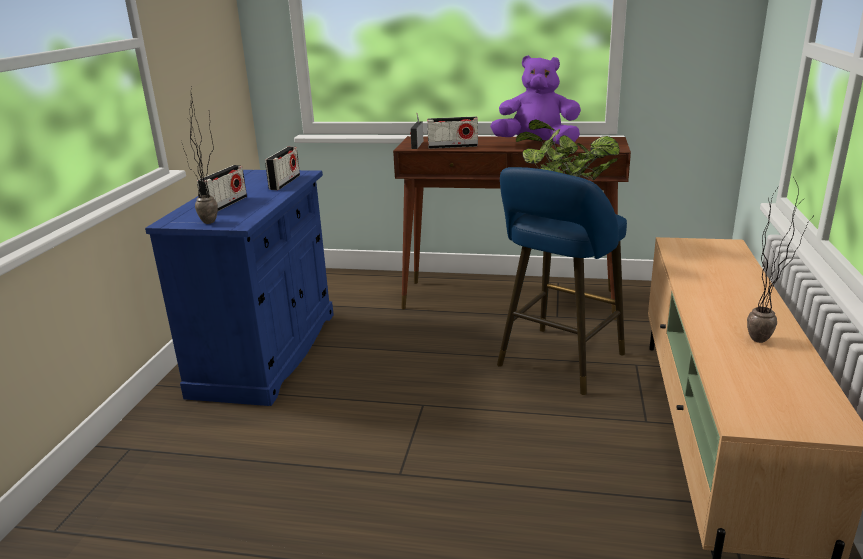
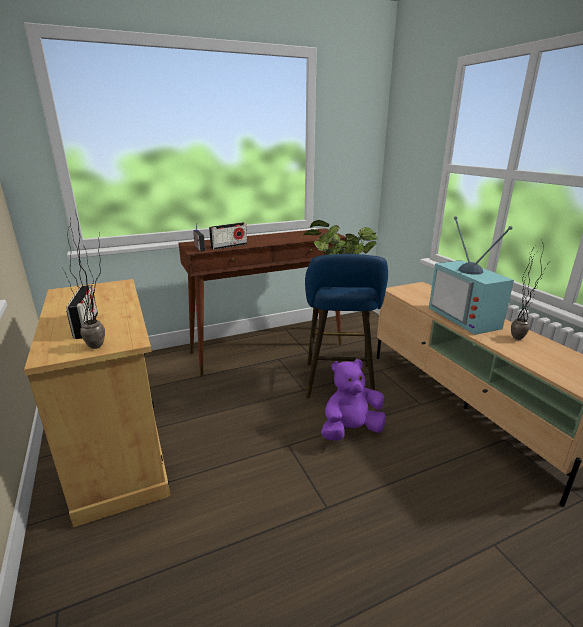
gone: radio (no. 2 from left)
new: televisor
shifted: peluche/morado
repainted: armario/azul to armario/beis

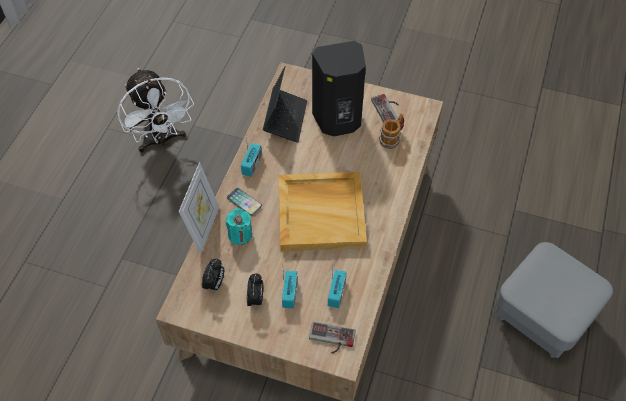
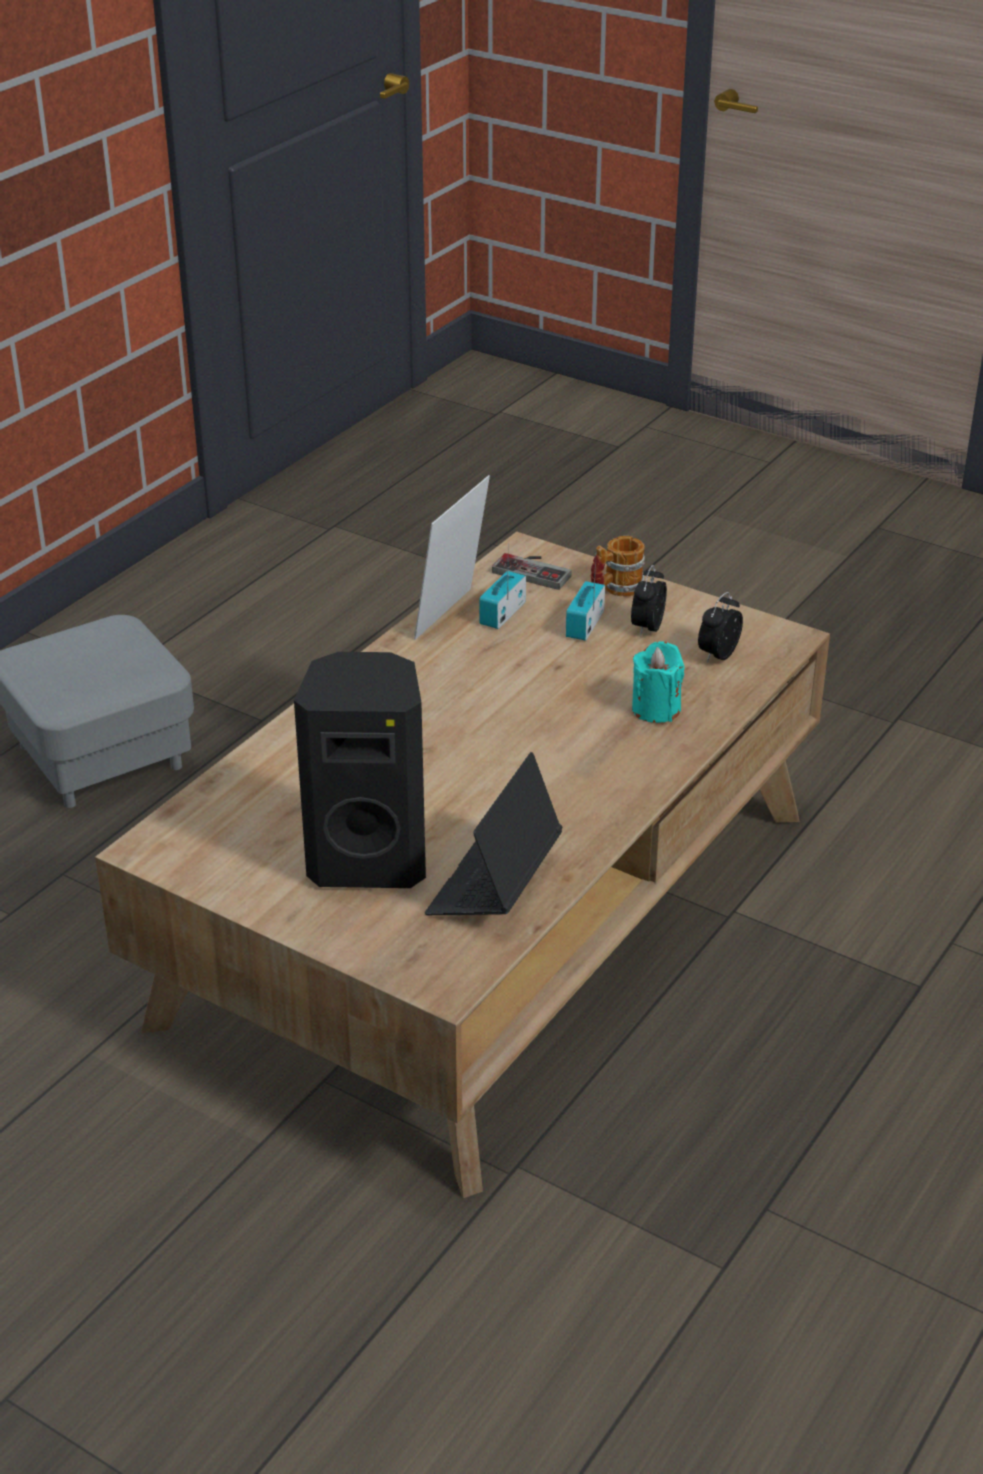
gone: ventilador/blanco; mando de consola (no. 2 from left); radio (no. 1 from left); bandeja/beis; móvil
shifted: taza grande; portarretratos

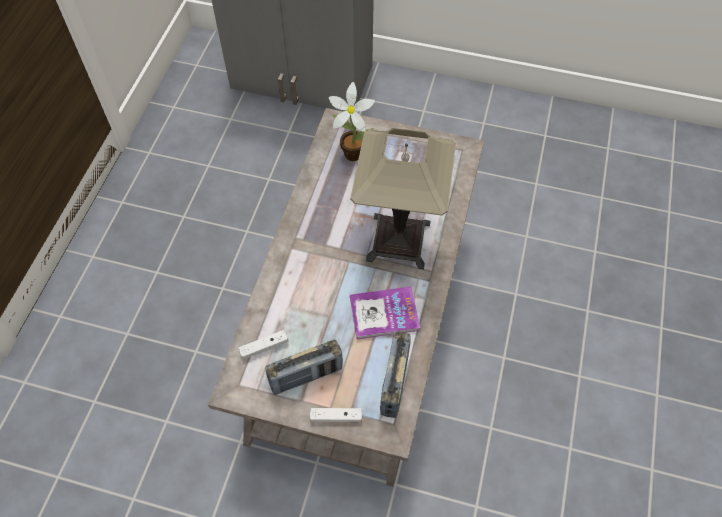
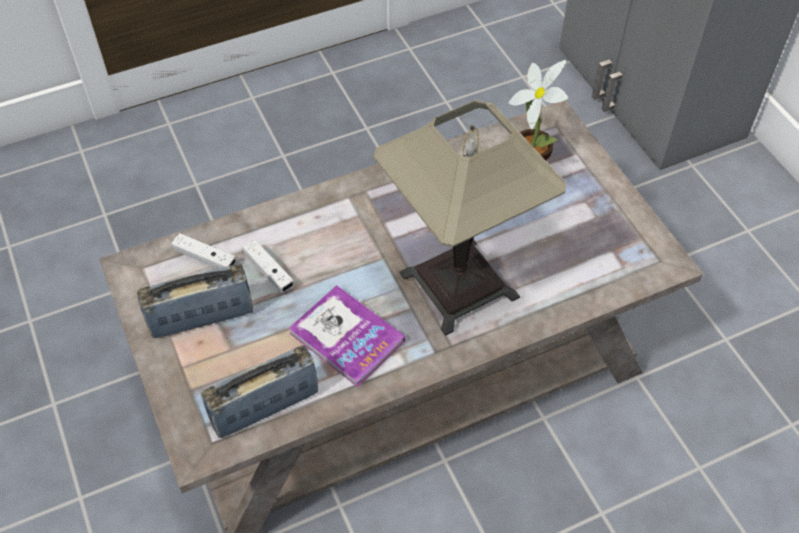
shifted: mando de consola/blanco (no. 2 from left)
rotated: radio (no. 1 from left) 135 degrees clockwise

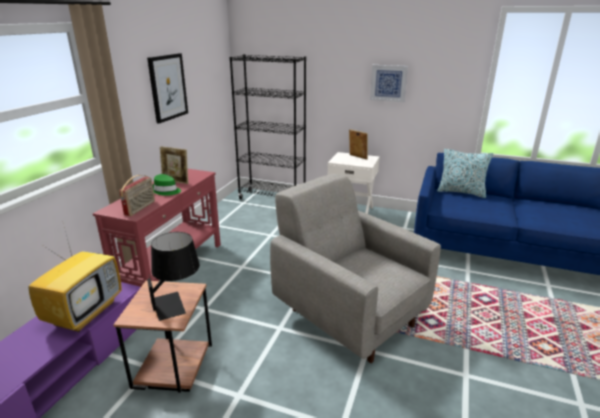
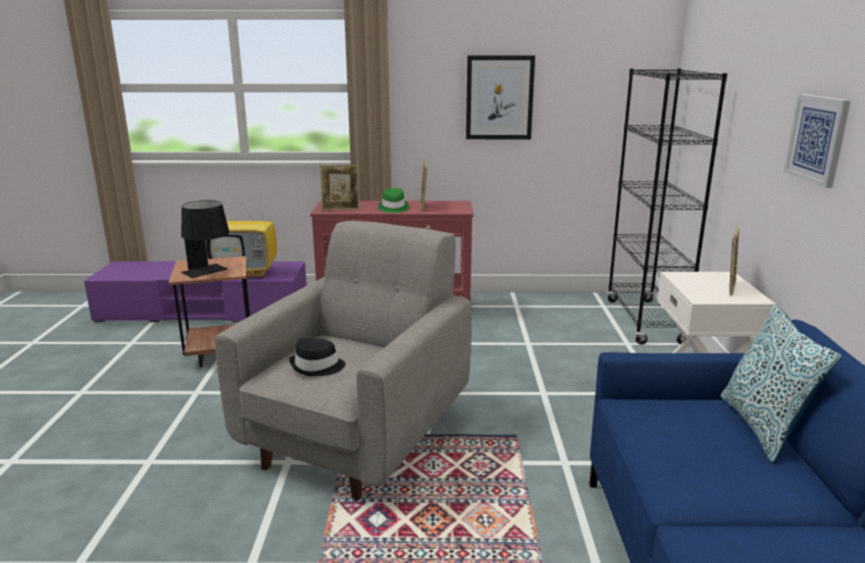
new: sombrero/negro
swapped: radio to portarretratos (no. 1 from left)

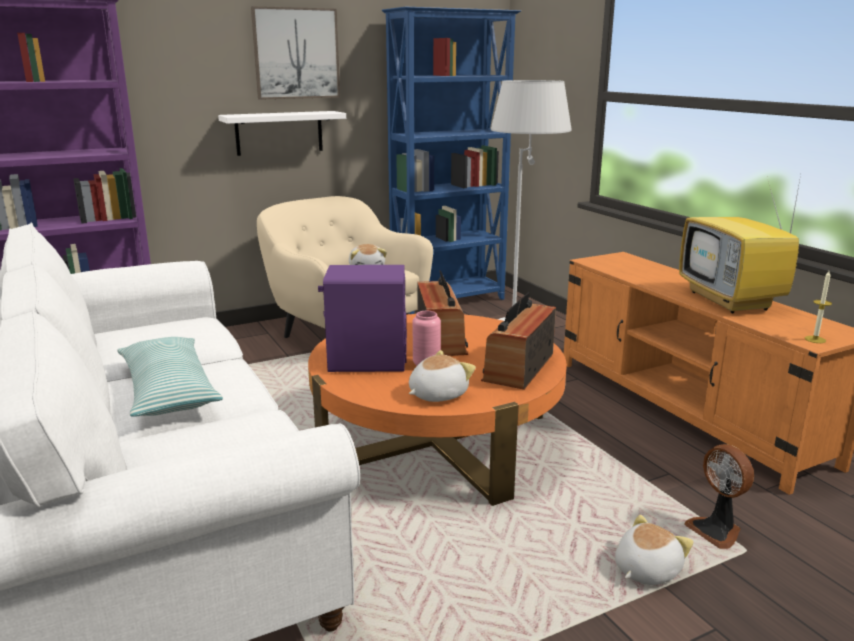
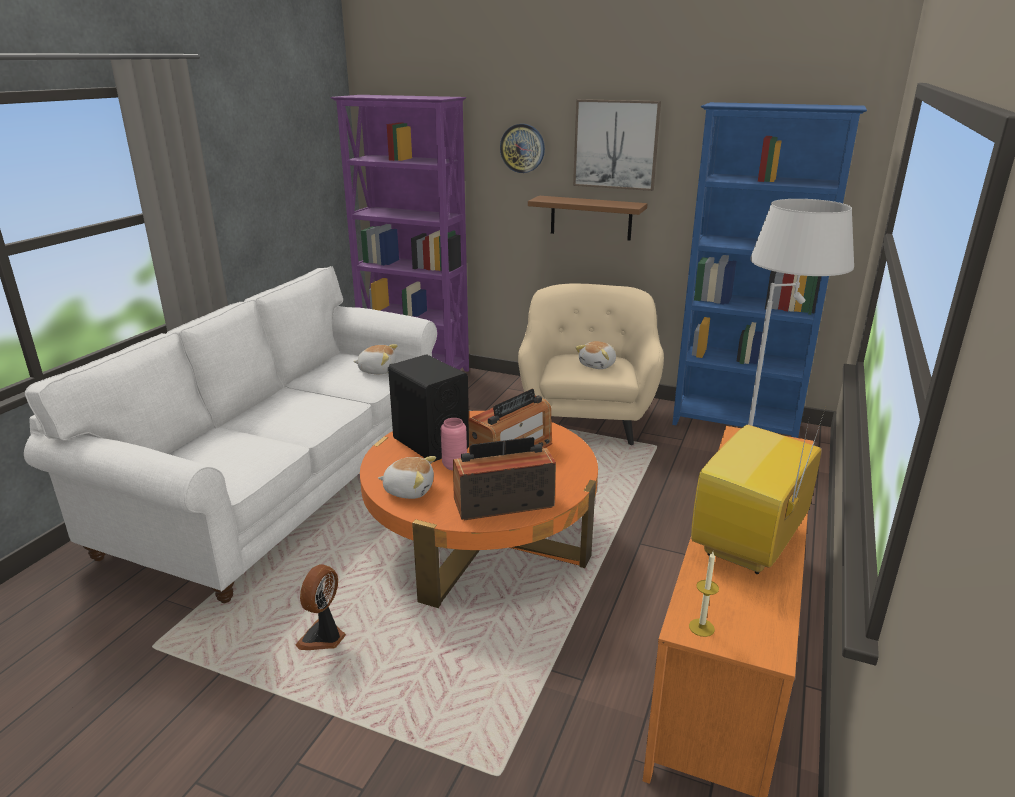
gone: cojín
new: reloj de pared
shifted: ventilador; peluche (no. 3 from left in the first image) to peluche (no. 1 from left)
repainted: estante/blanco to estante/marrón; altavoz/morado to altavoz/negro

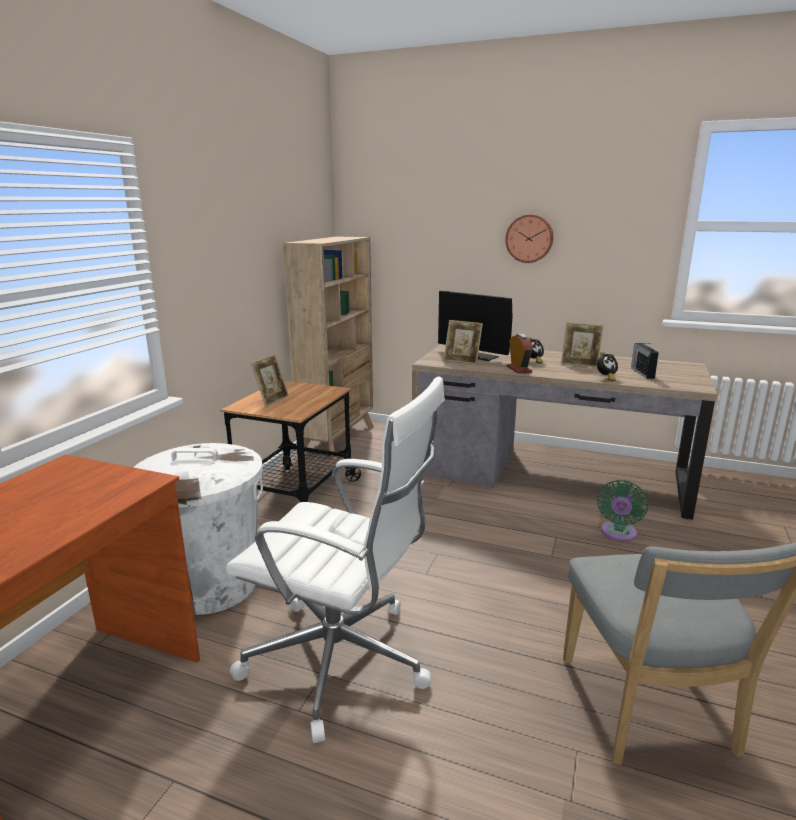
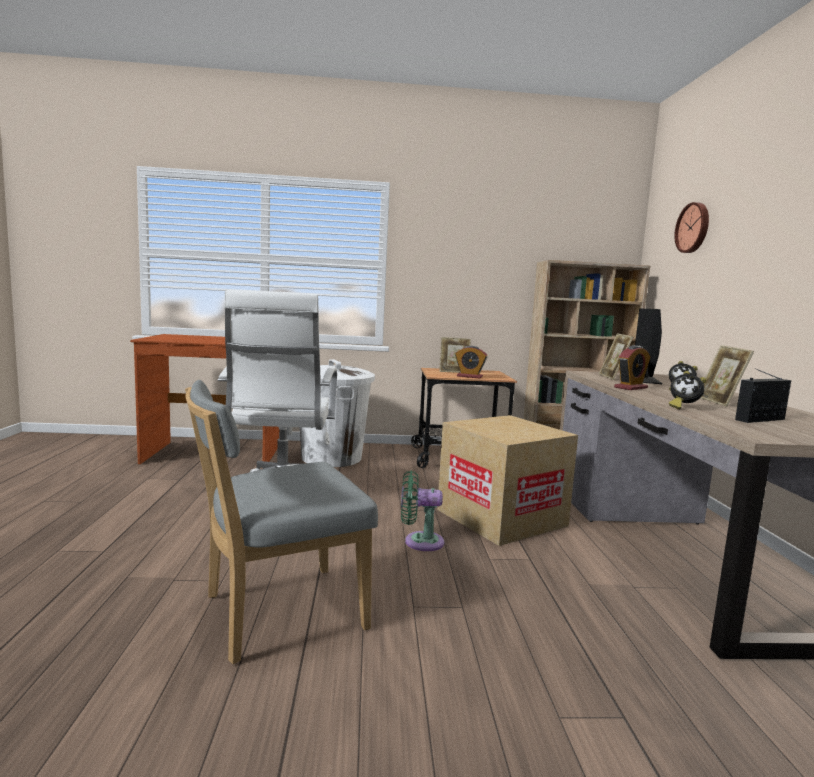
new: despertador (no. 1 from left); caja de cartón
shifted: reloj de pared; ventilador/verde

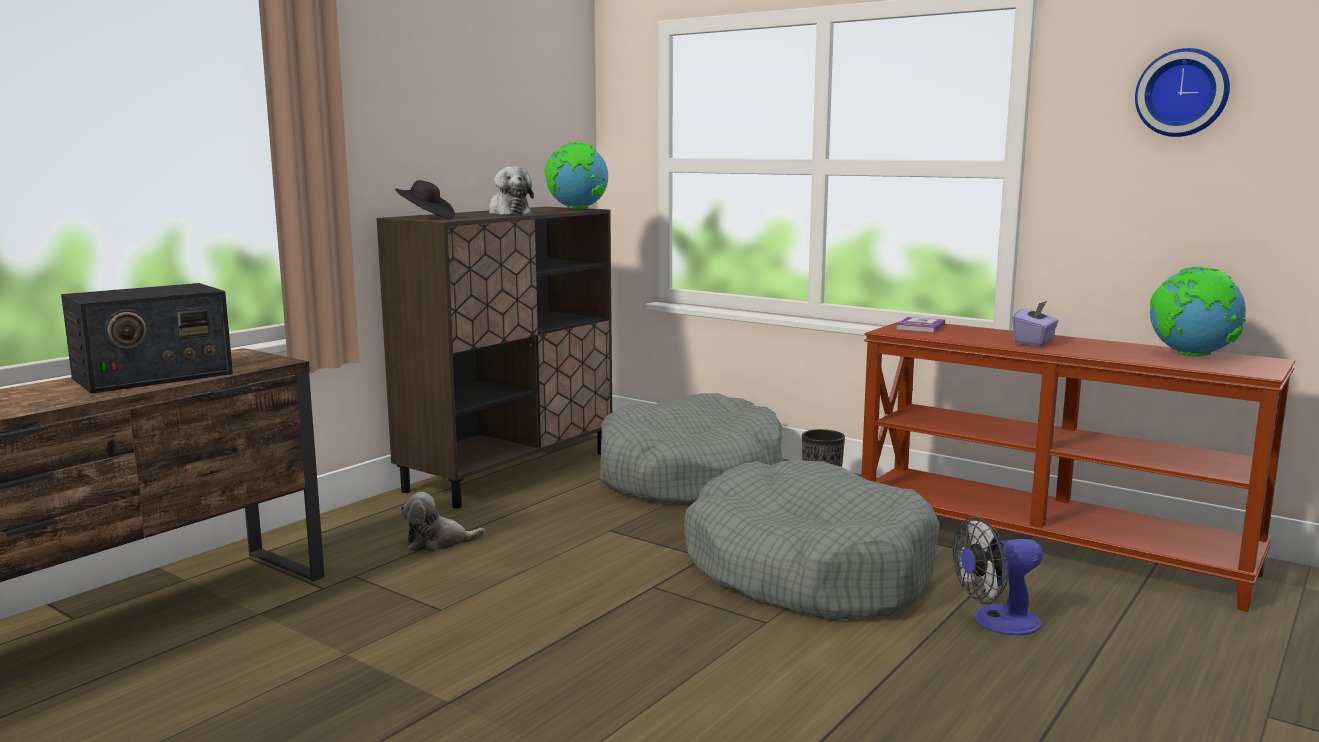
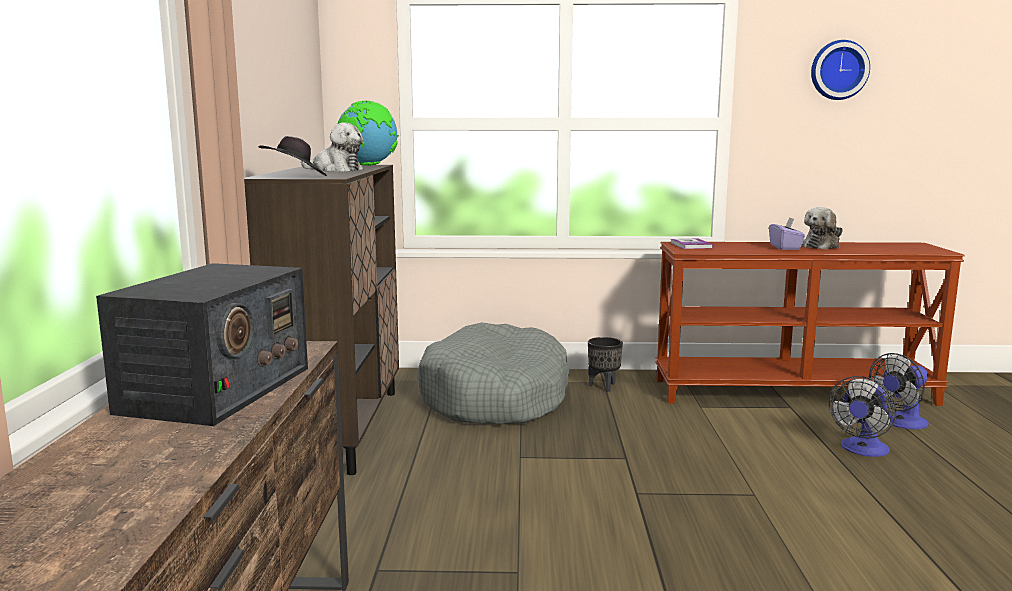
gone: globo terráqueo (no. 2 from left); cama para perro/gris (no. 2 from left)
new: ventilador (no. 2 from left)
shifted: peluche (no. 1 from left in the first image) to peluche (no. 2 from left)

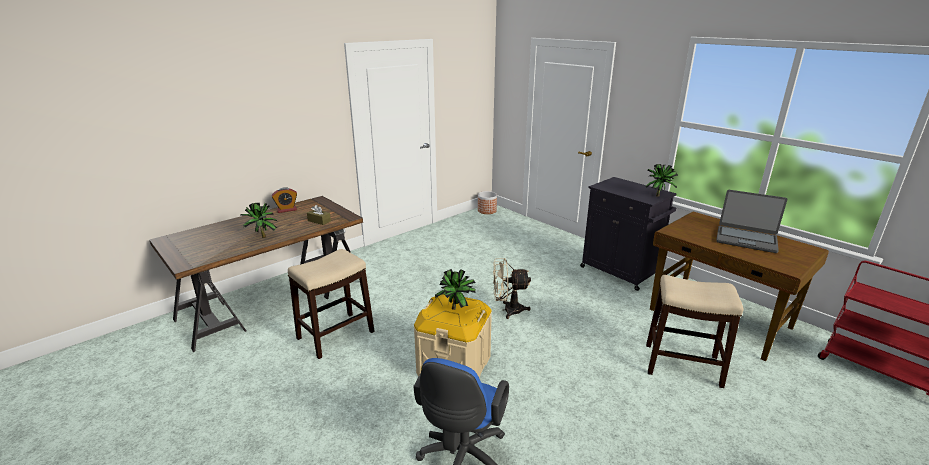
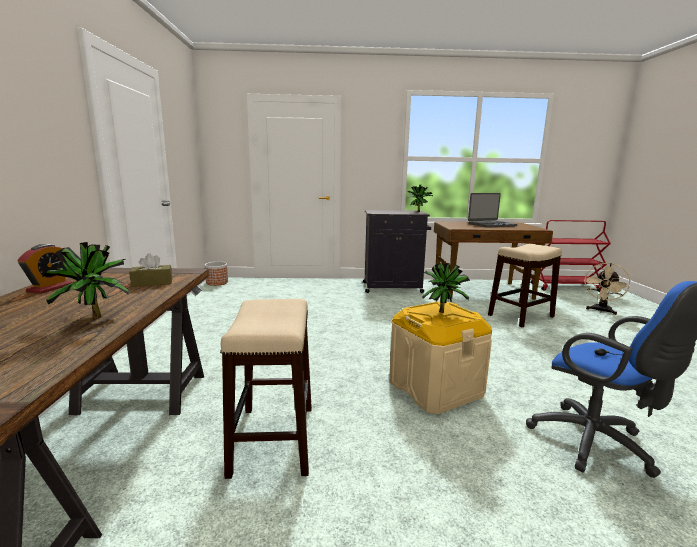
shifted: ventilador/beis

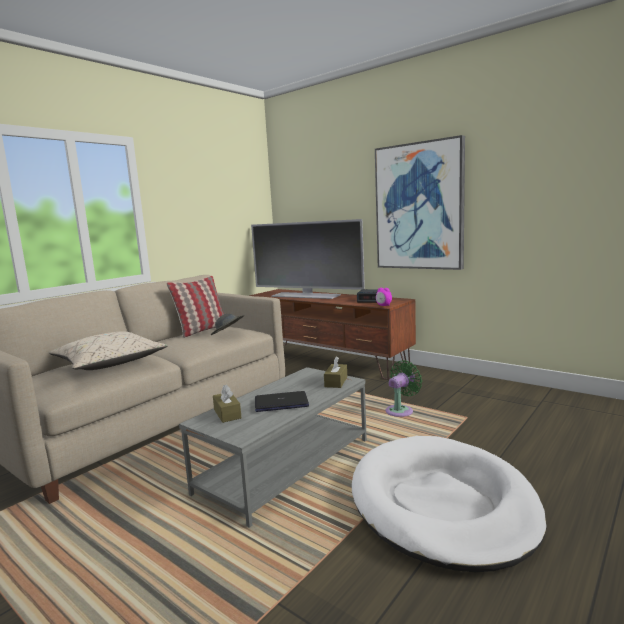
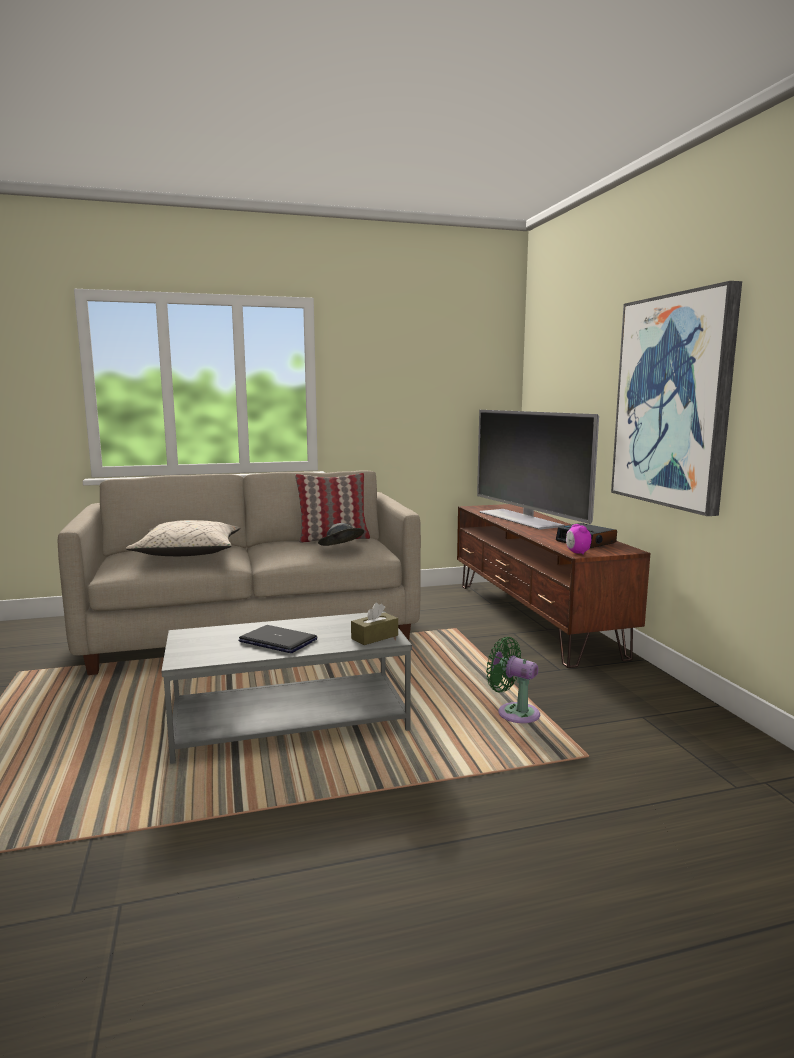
gone: caja de pañuelos/marrón (no. 1 from left); cama para perro/blanco
rotated: ventilador/verde 135 degrees counterclockwise

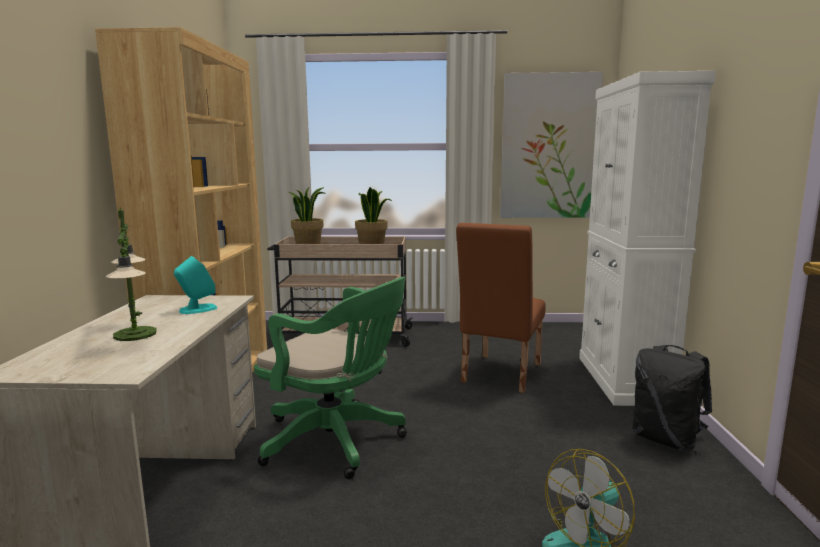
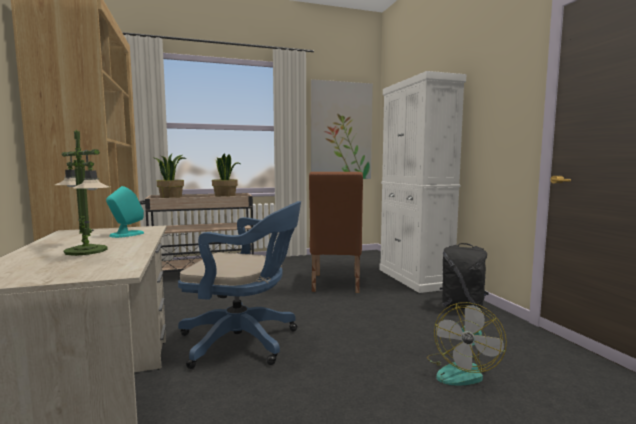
repainted: silla de oficina/verde to silla de oficina/azul

